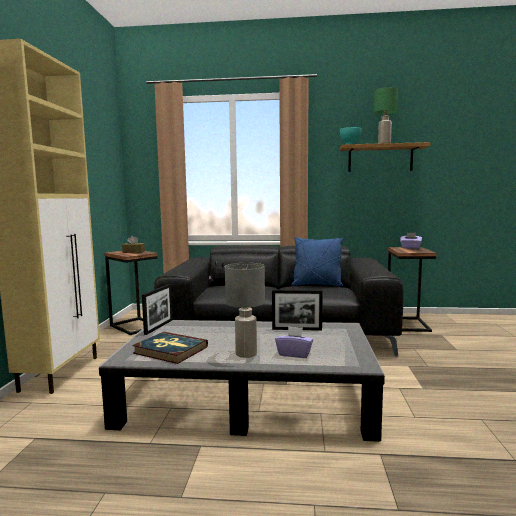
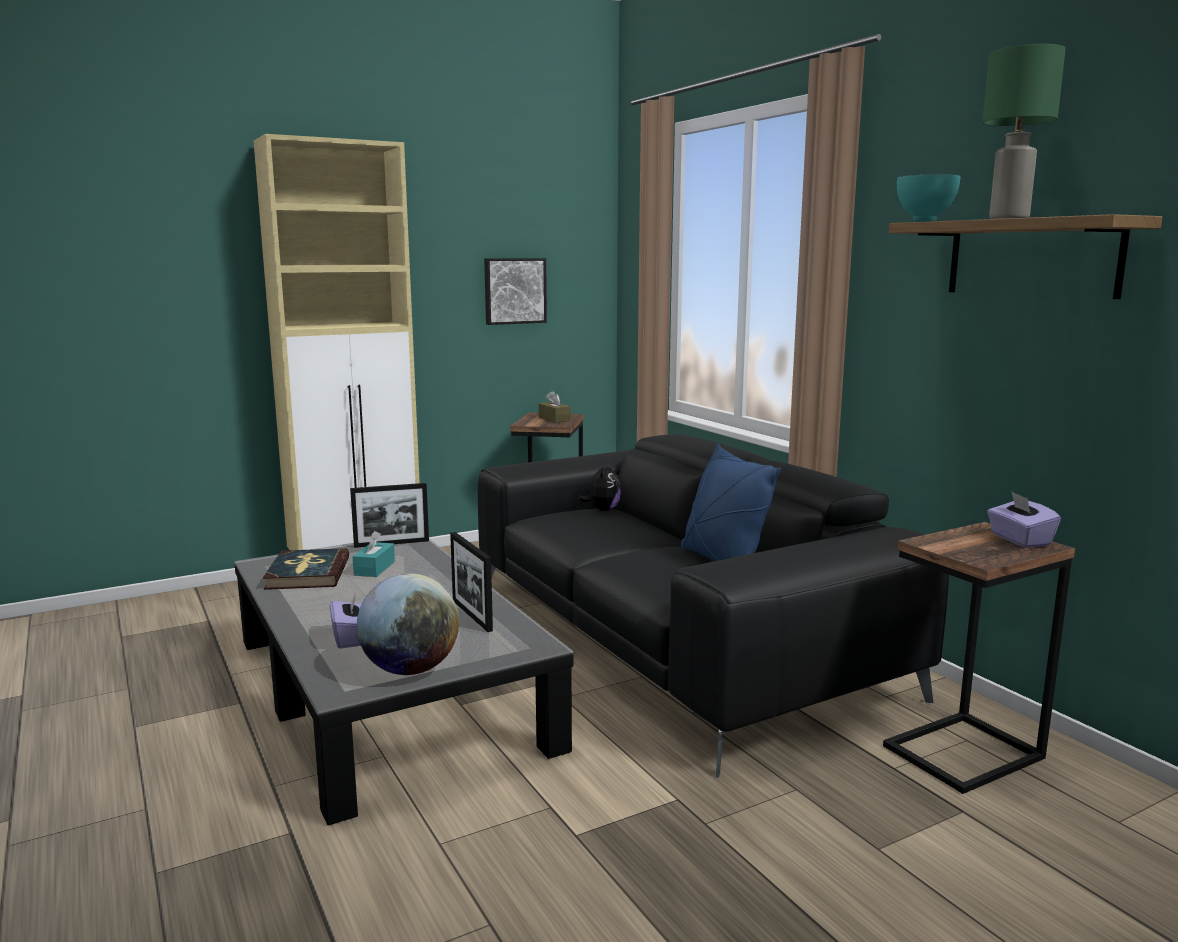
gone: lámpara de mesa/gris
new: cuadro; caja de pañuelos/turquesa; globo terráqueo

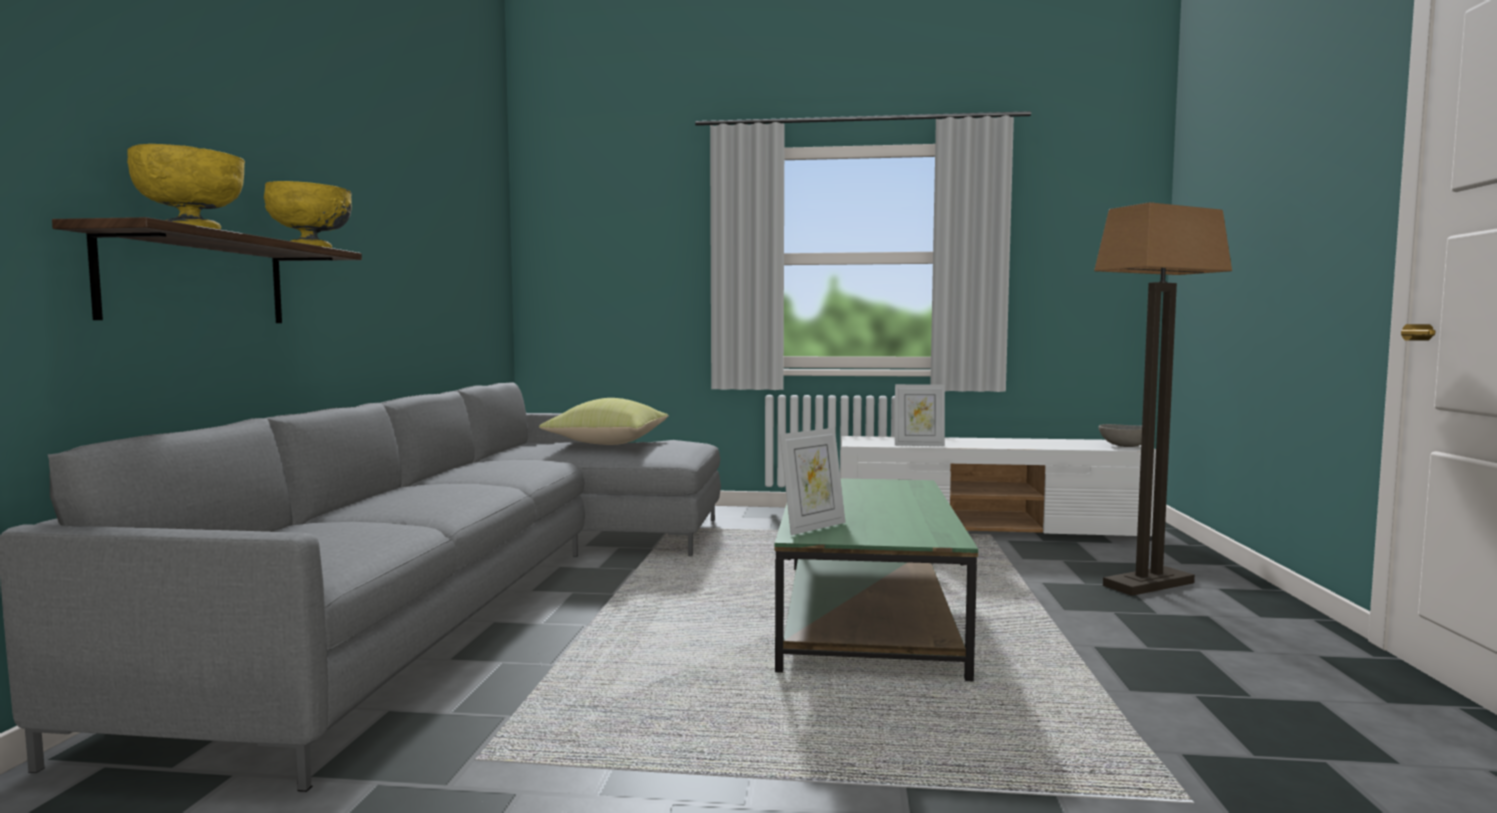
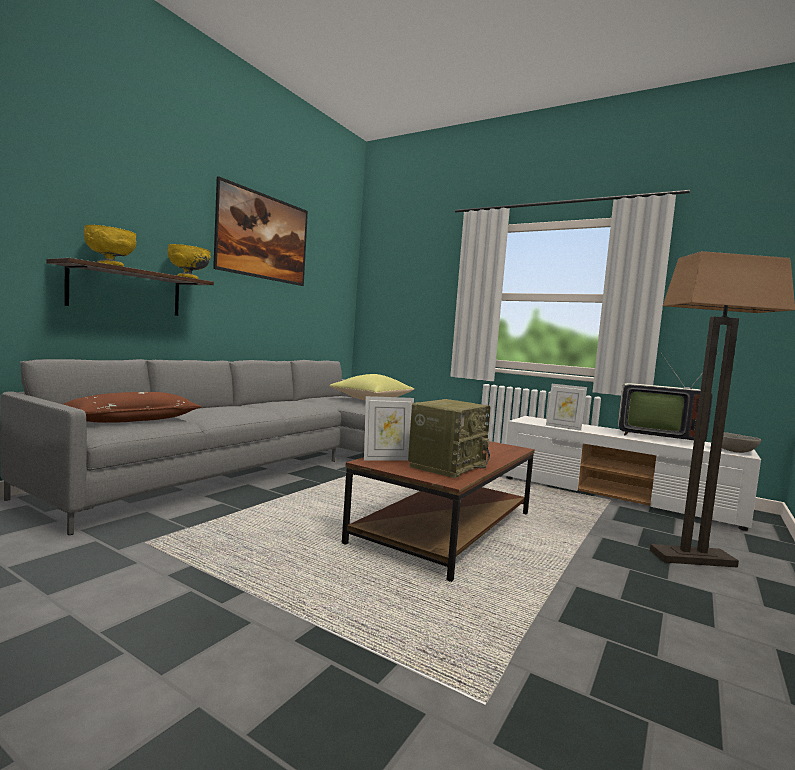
new: cuadro; televisor; cojín/marrón; radio
repainted: mesa de centro/verde to mesa de centro/marrón

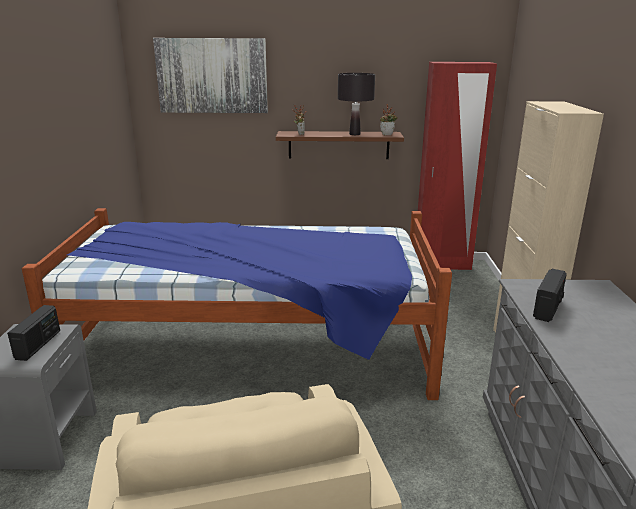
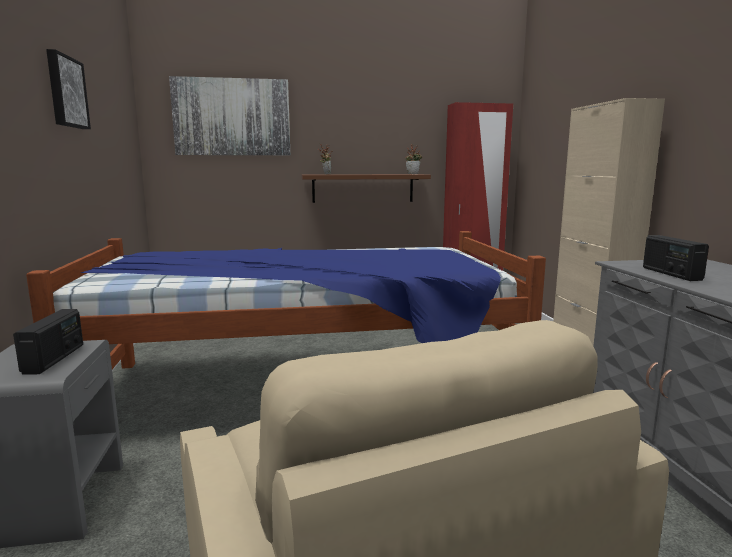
gone: lámpara de mesa/negro
new: cuadro (no. 1 from left)
rotated: radio (no. 2 from left) 150 degrees clockwise

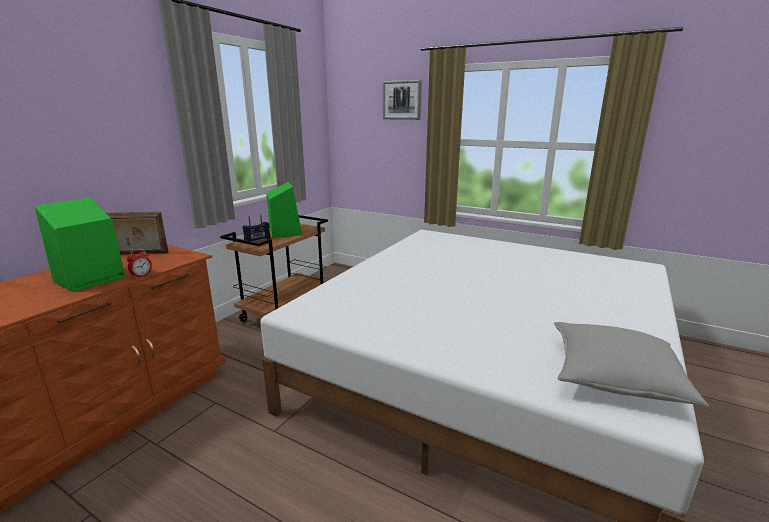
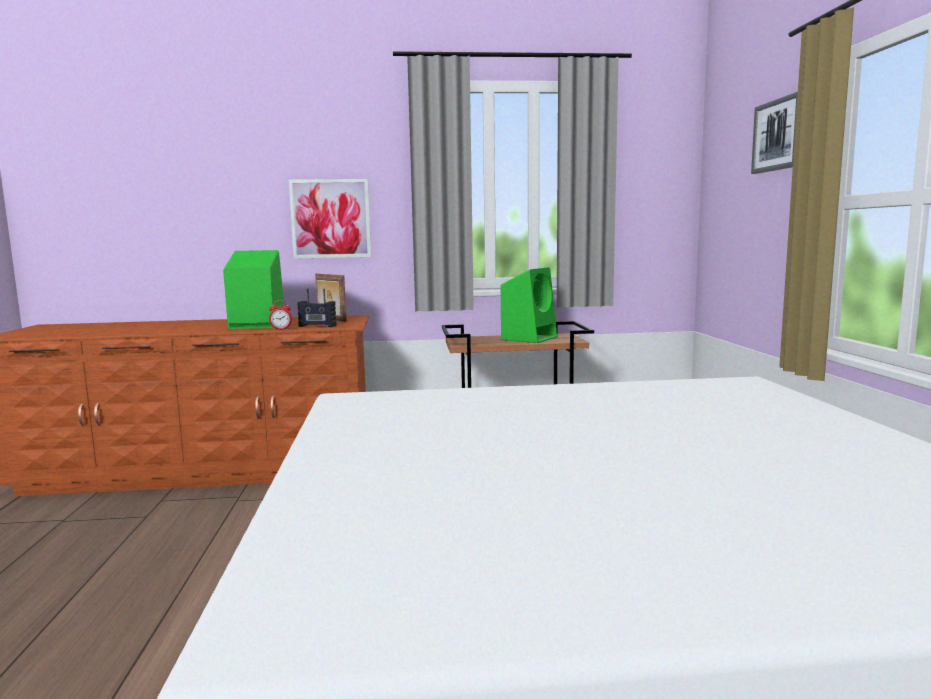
gone: cojín/gris
new: cuadro (no. 1 from left)
shifted: radio

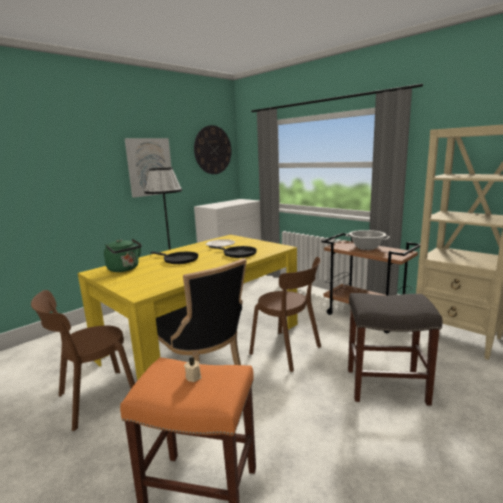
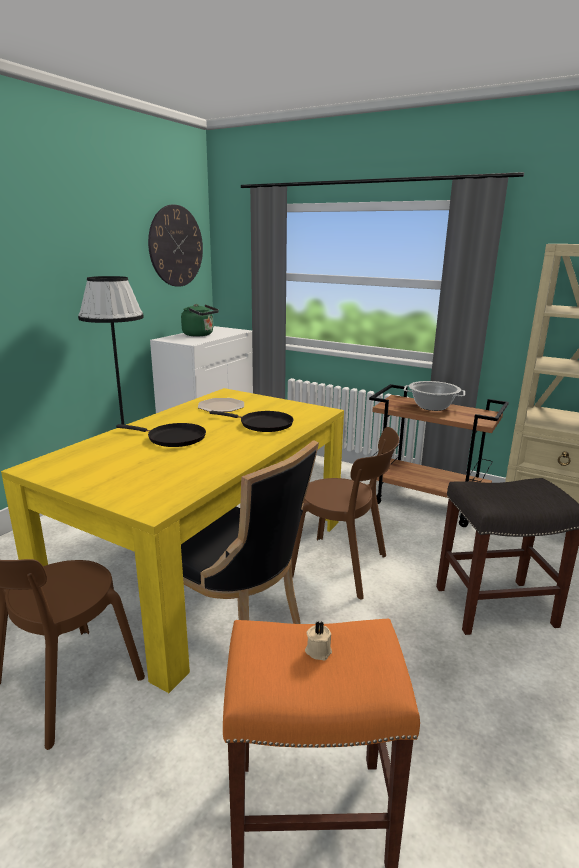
gone: cuadro
shifted: hervidor/verde

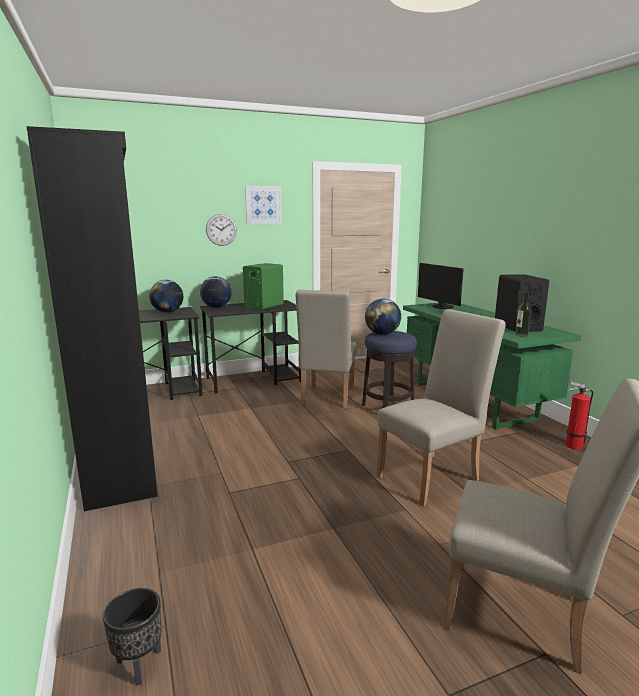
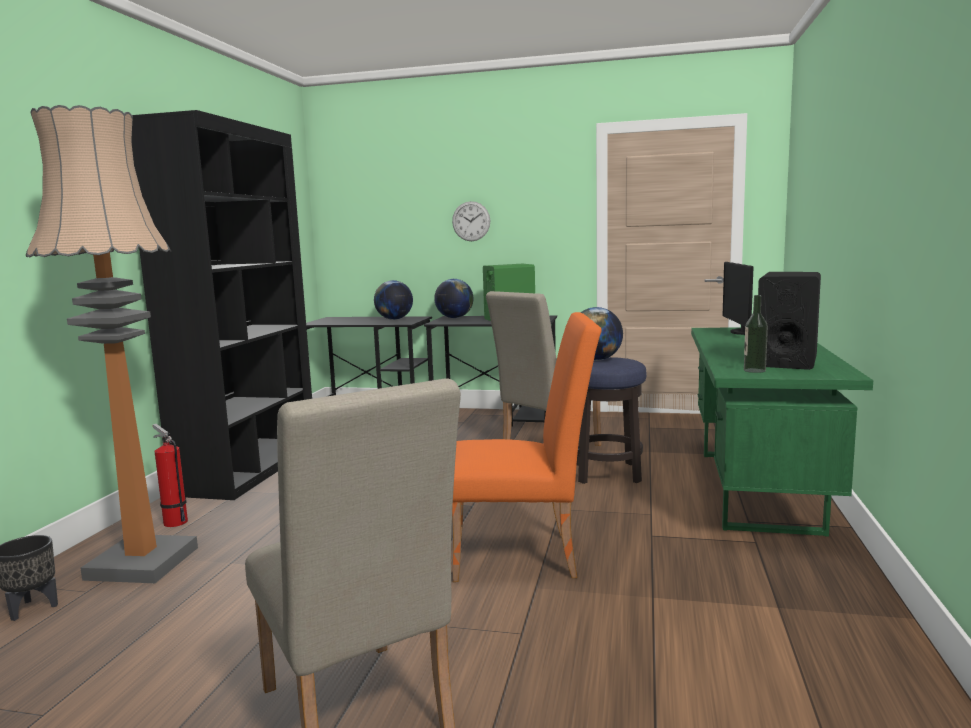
gone: cuadro
new: lámpara de pie
shifted: extintor
repainted: silla/beis (no. 2 from left) to silla/naranja

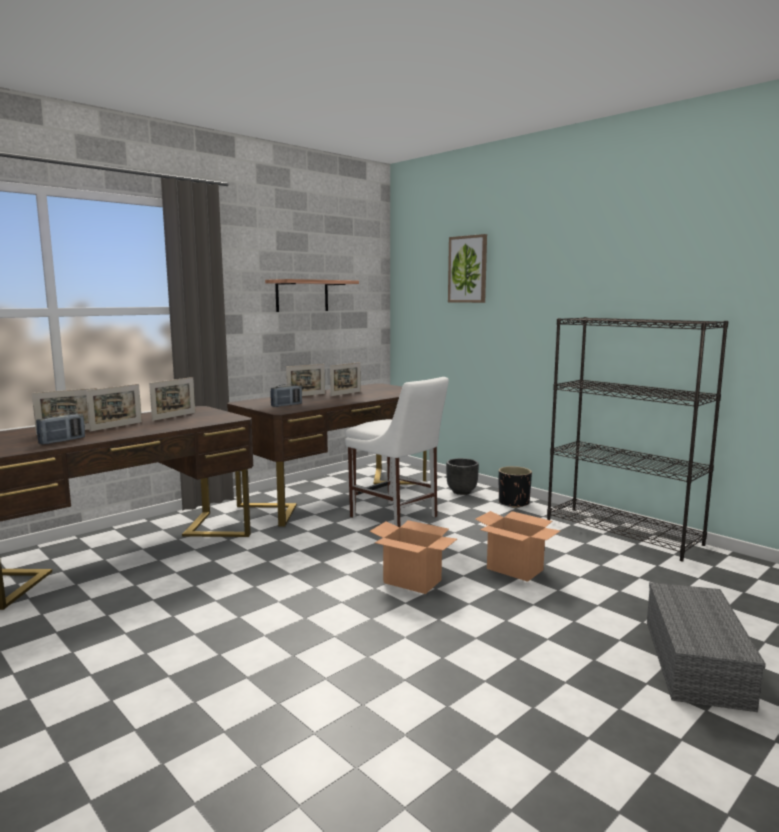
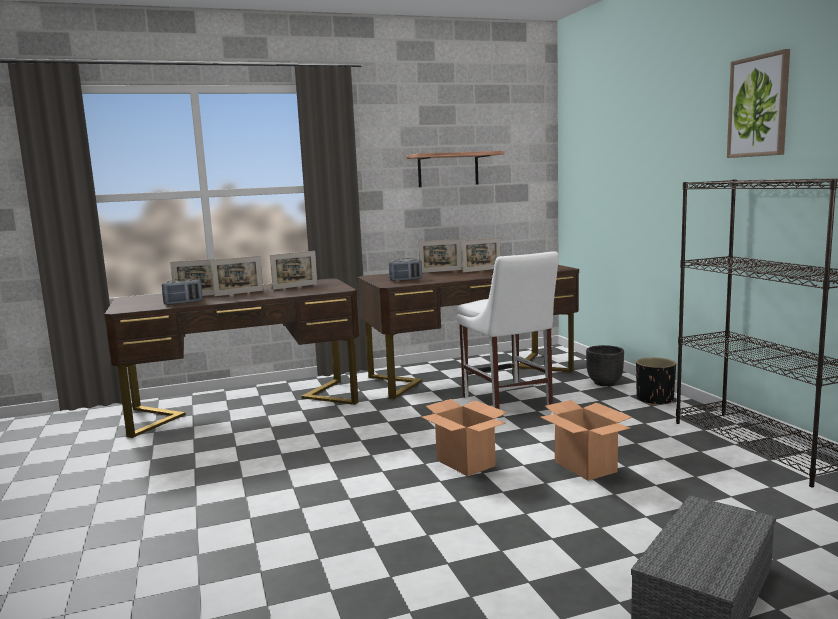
shifted: cuadro

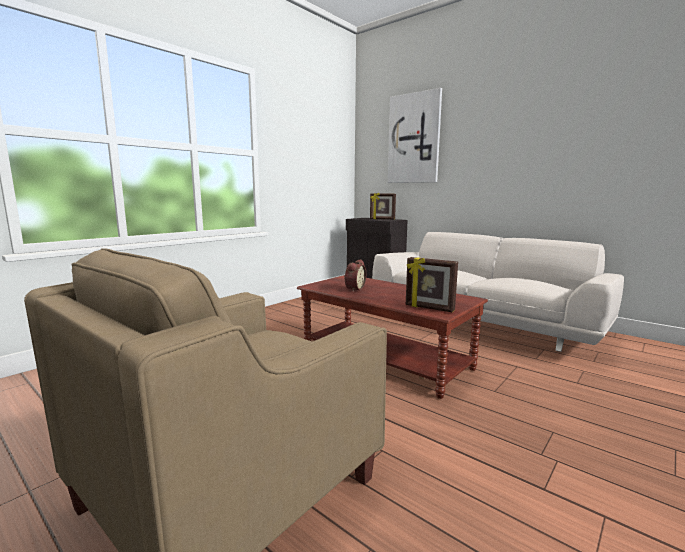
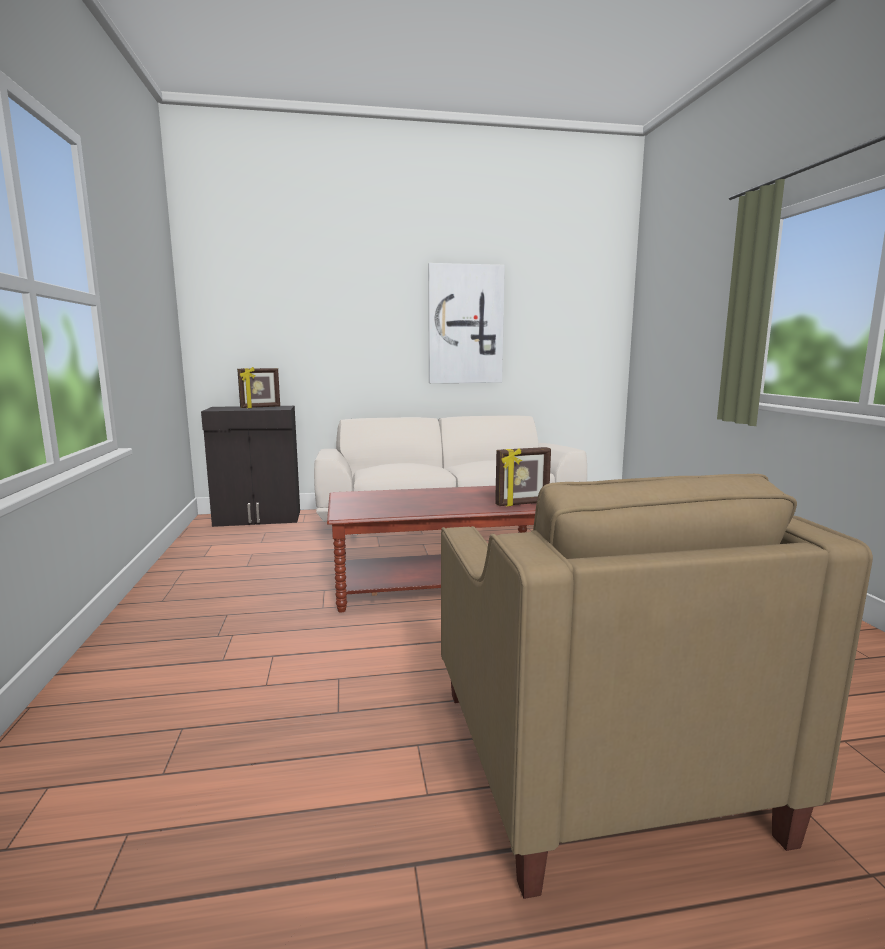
gone: despertador
shifted: cuadro

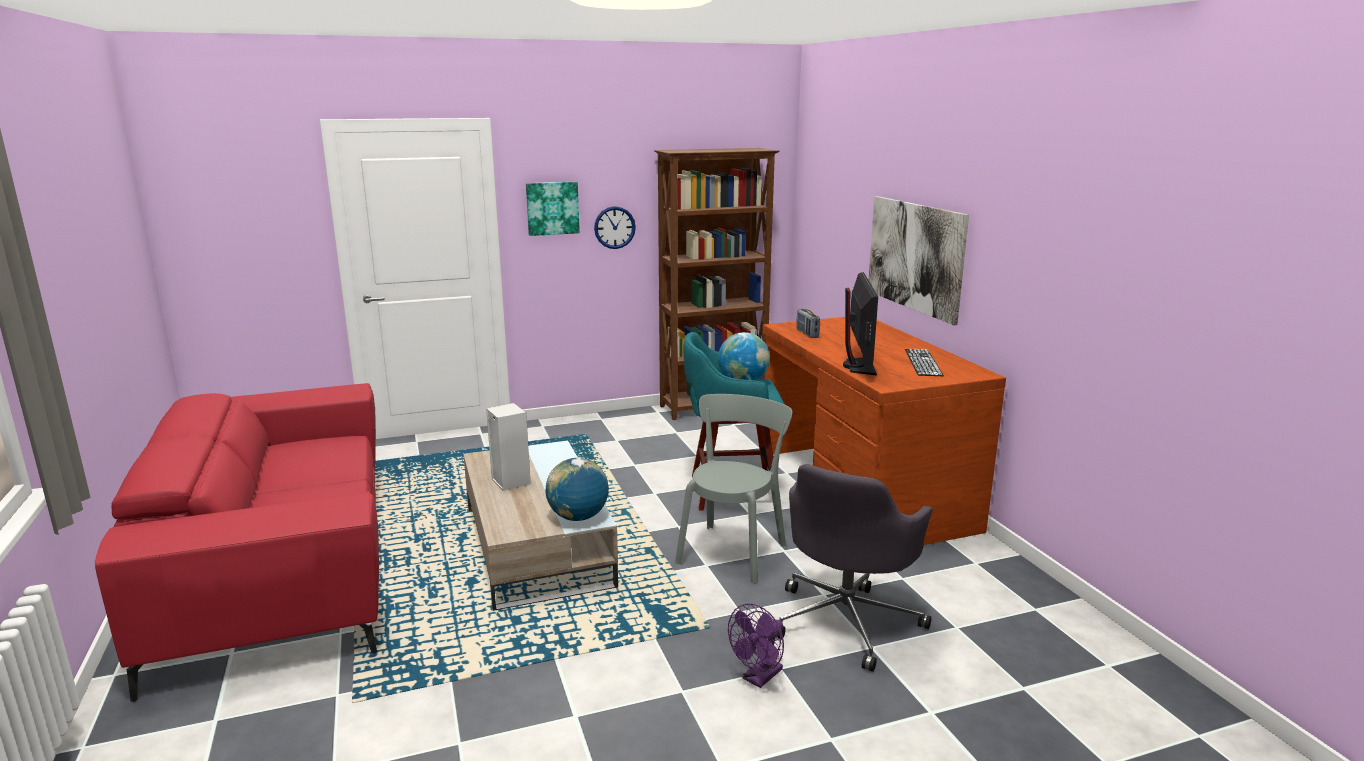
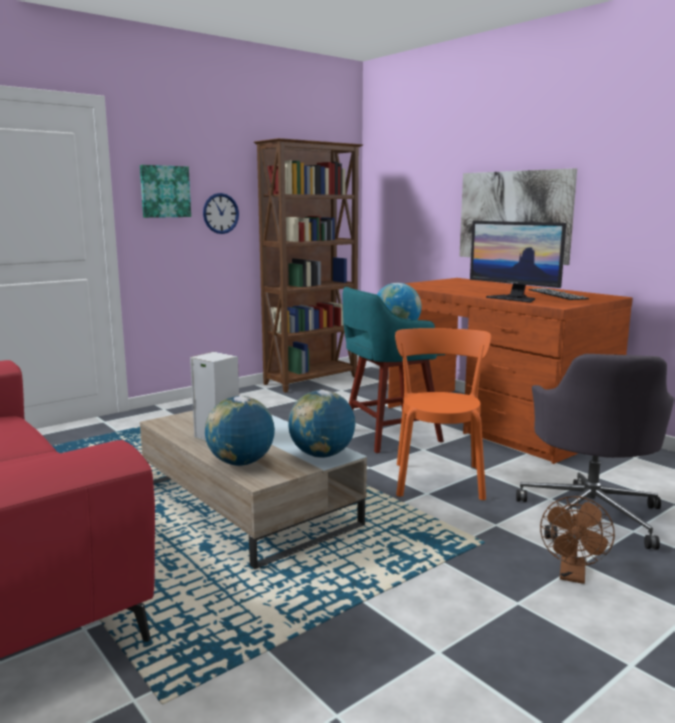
gone: radio
new: globo terráqueo (no. 1 from left)
repainted: silla/gris to silla/naranja; ventilador/morado to ventilador/marrón
rotated: monitor 150 degrees clockwise

